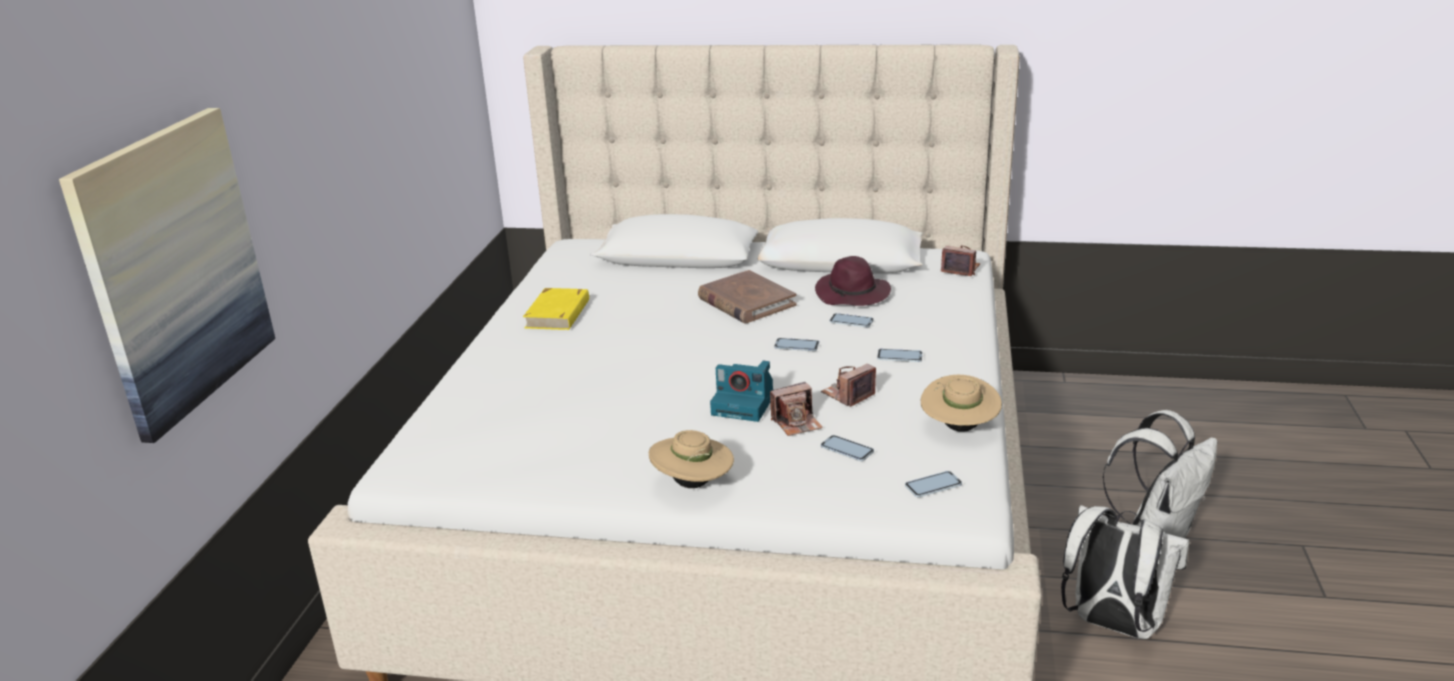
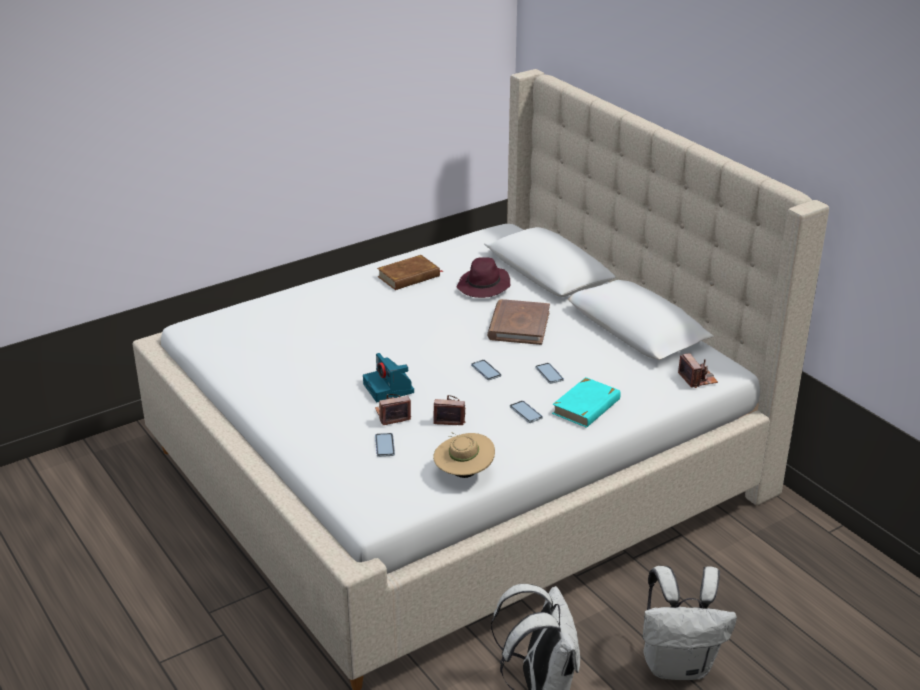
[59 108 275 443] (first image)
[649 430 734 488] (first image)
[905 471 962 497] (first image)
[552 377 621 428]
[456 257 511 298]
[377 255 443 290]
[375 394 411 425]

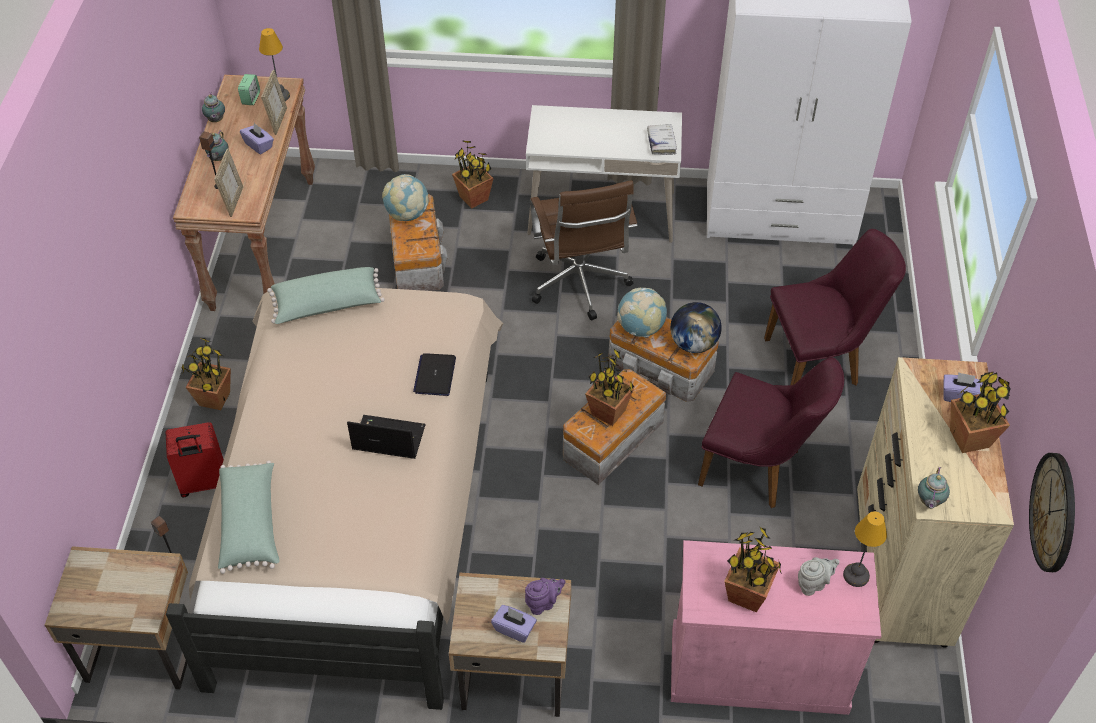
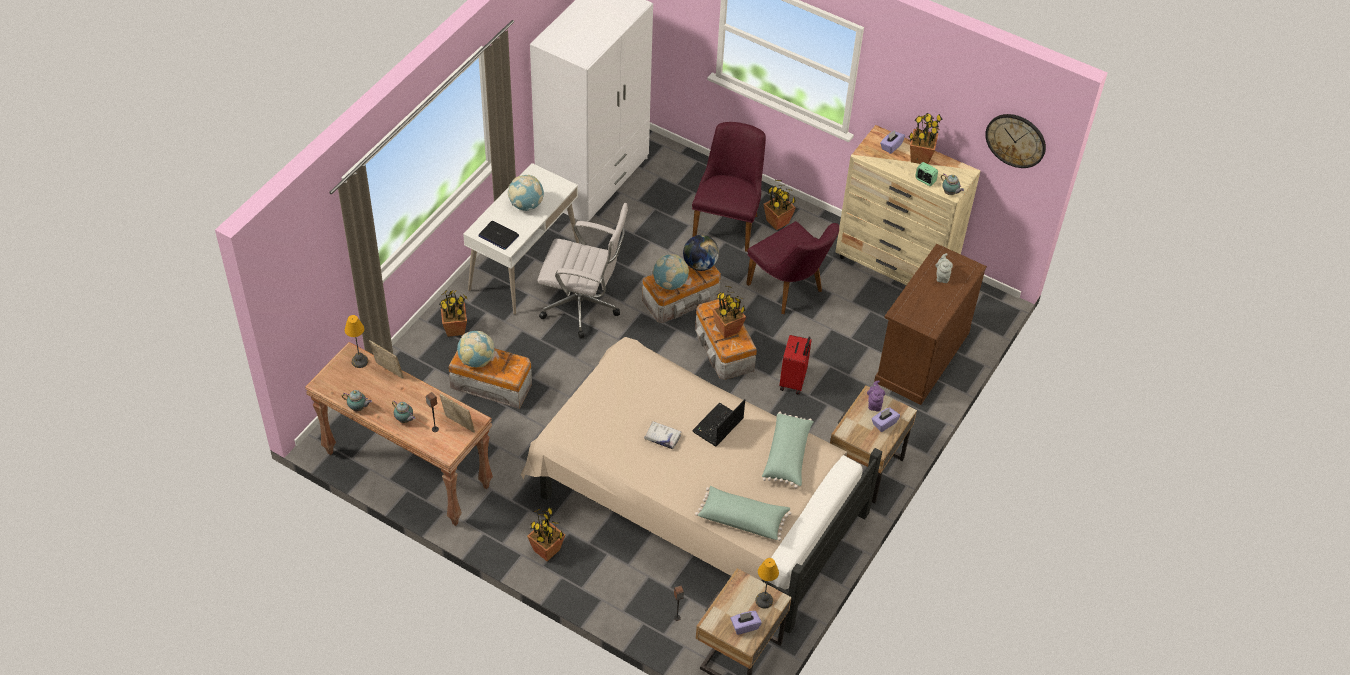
[508 175 544 211]
[780 335 812 394]
[915 162 938 186]
[730 611 762 635]
[762 412 814 488]
[479 221 519 250]
[644 421 682 449]
[763 180 796 230]
[755 558 779 608]
[538 203 628 338]
[874 244 987 405]
[746 221 839 314]

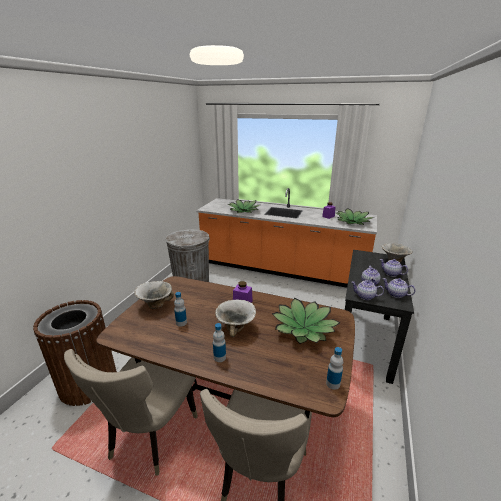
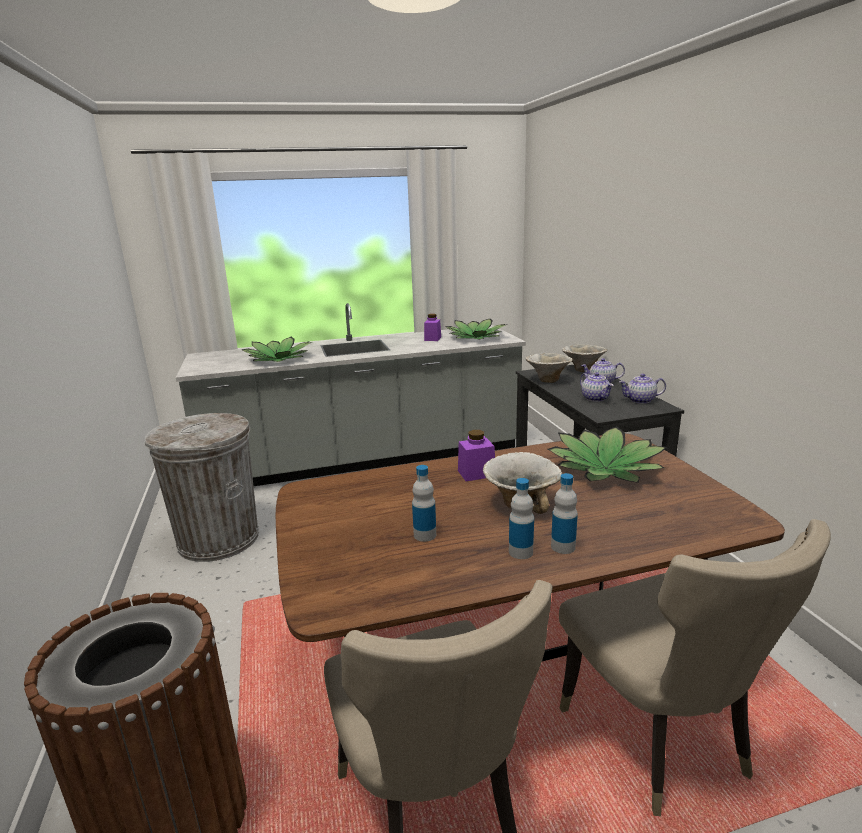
[351 280 384 300] (first image)
[526 353 572 383]
[509 478 534 559]
[176 303 526 486]

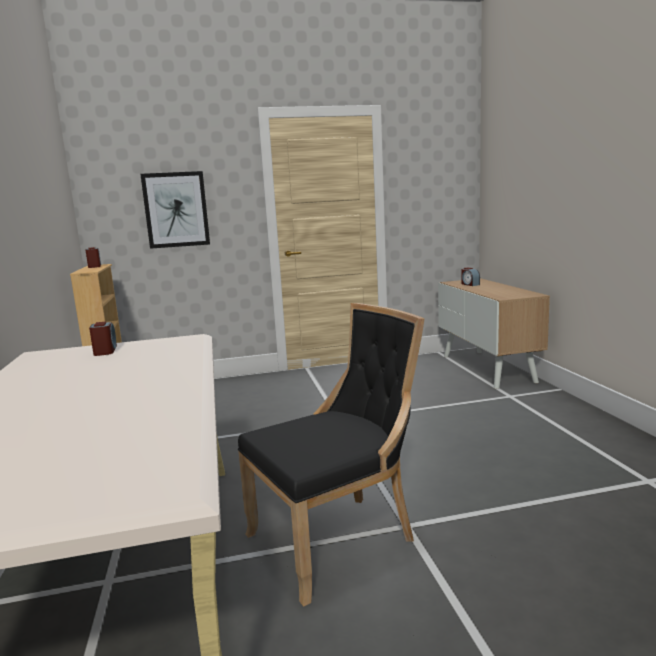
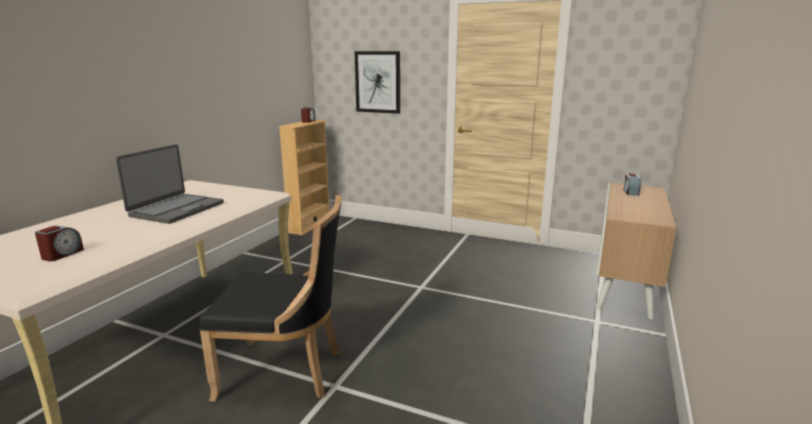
[116 144 224 224]
[35 226 84 261]

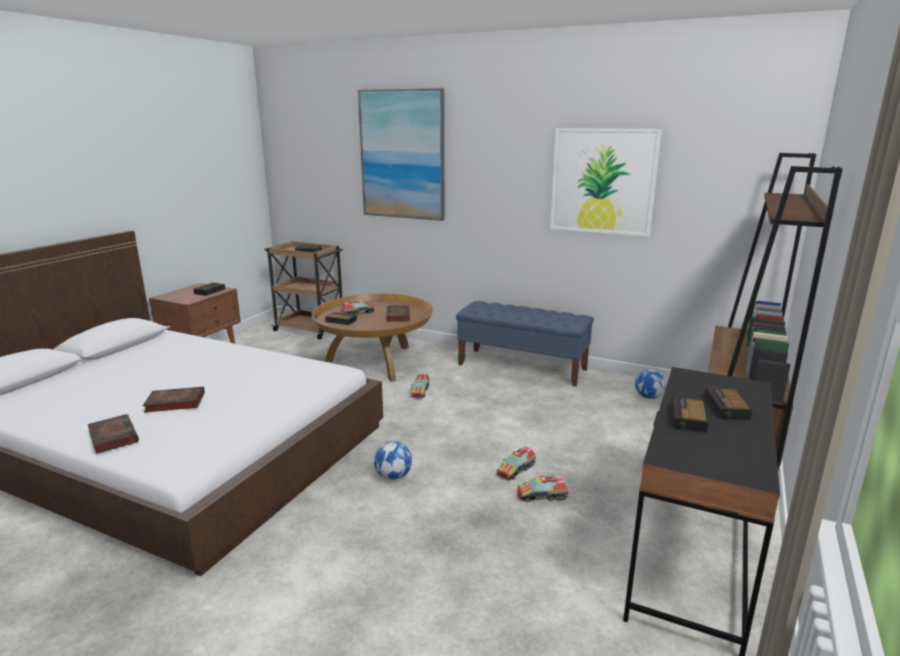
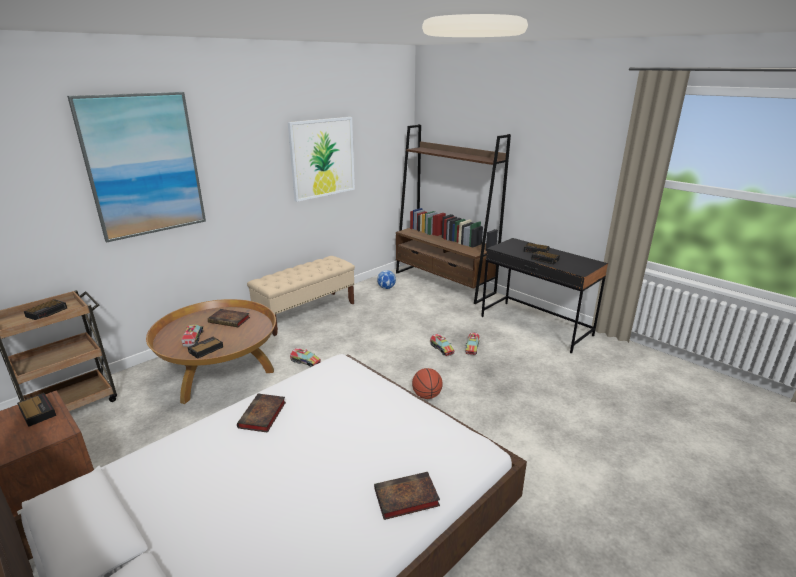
[237 394 286 433]
[412 368 443 399]
[247 256 355 336]

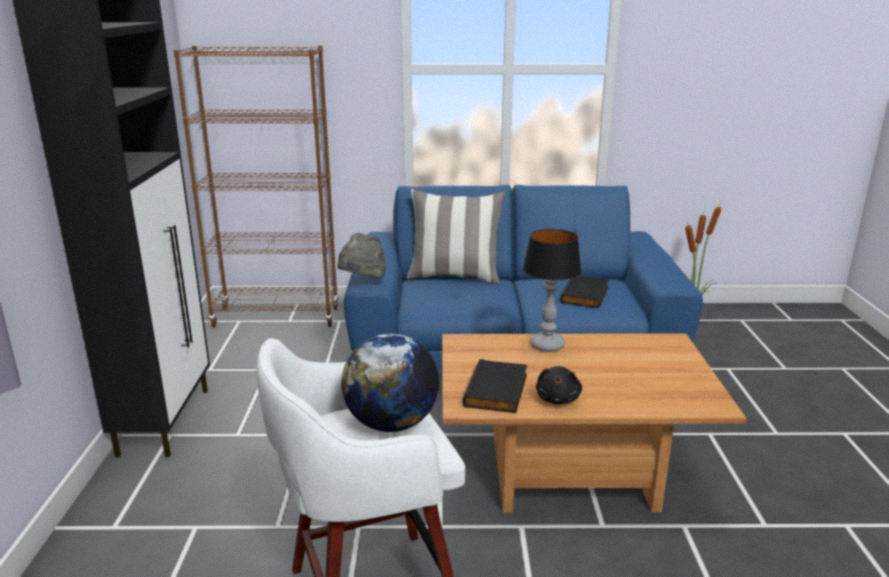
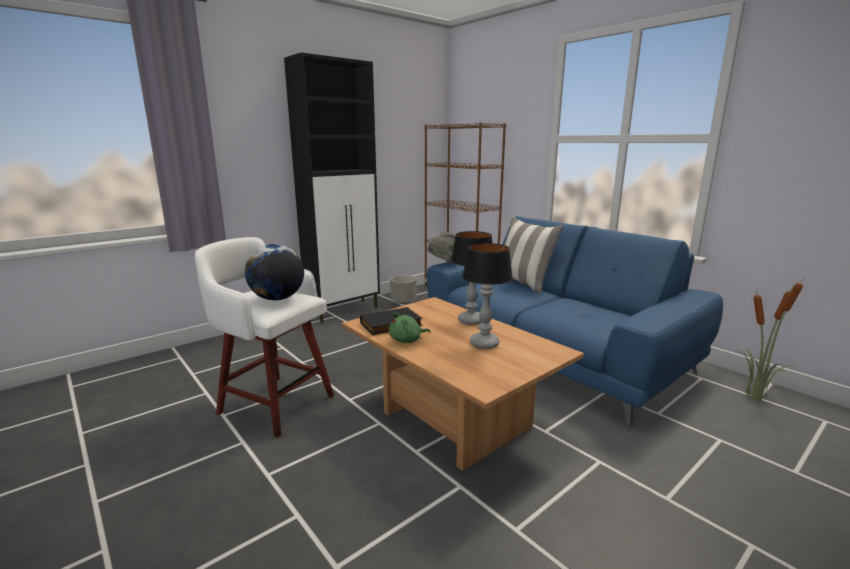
[560 276 609 308] (first image)
[390 275 416 304]
[462 243 513 349]
[389 312 431 343]

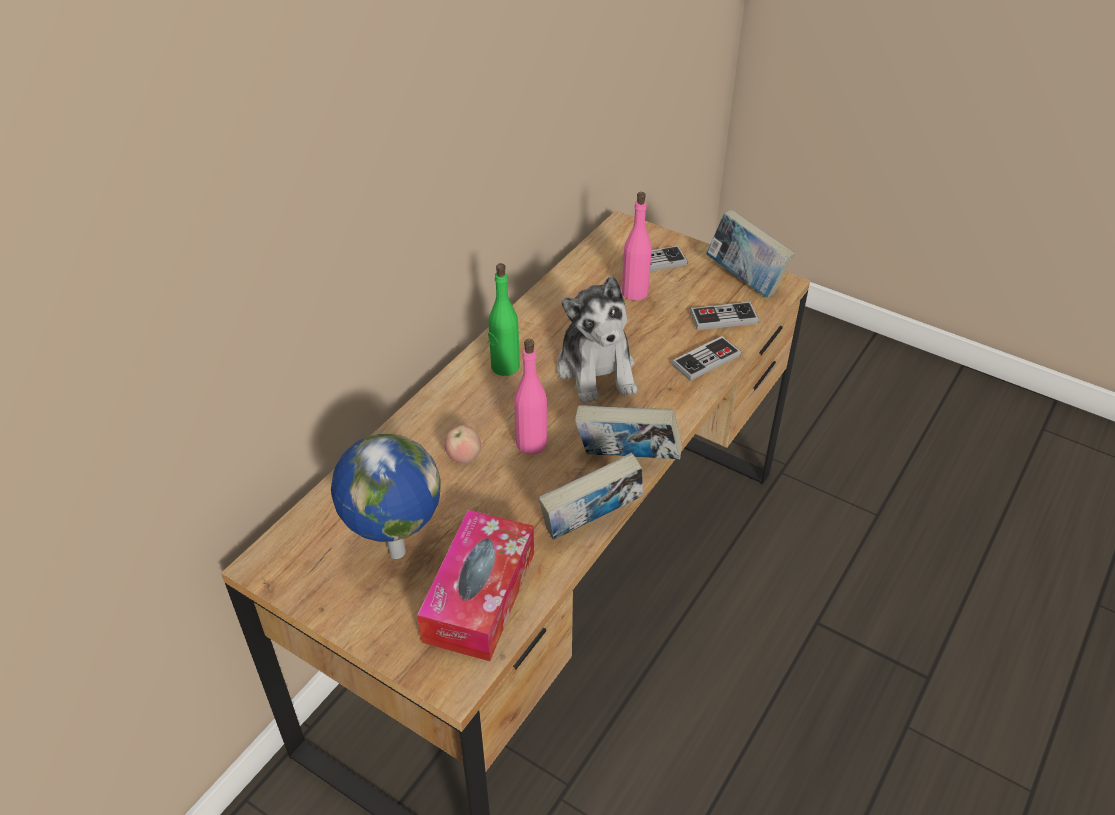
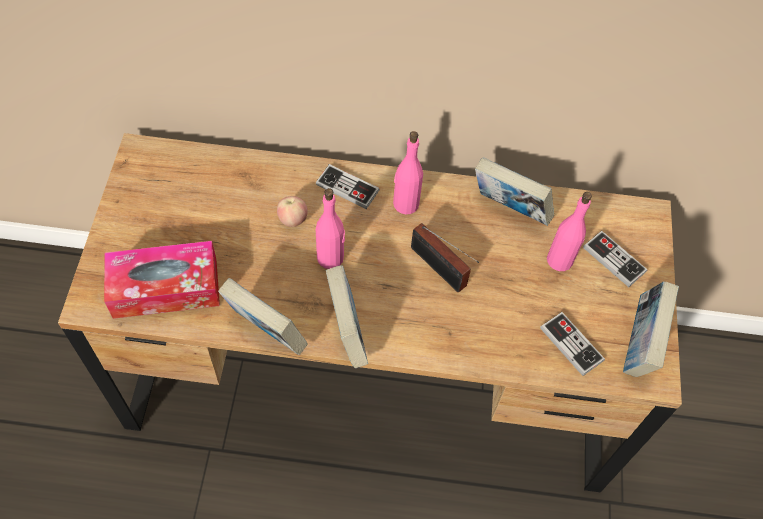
[331 433 441 559] (first image)
[475 157 554 226]
[316 164 380 209]
[411 223 479 293]
[393 131 423 215]

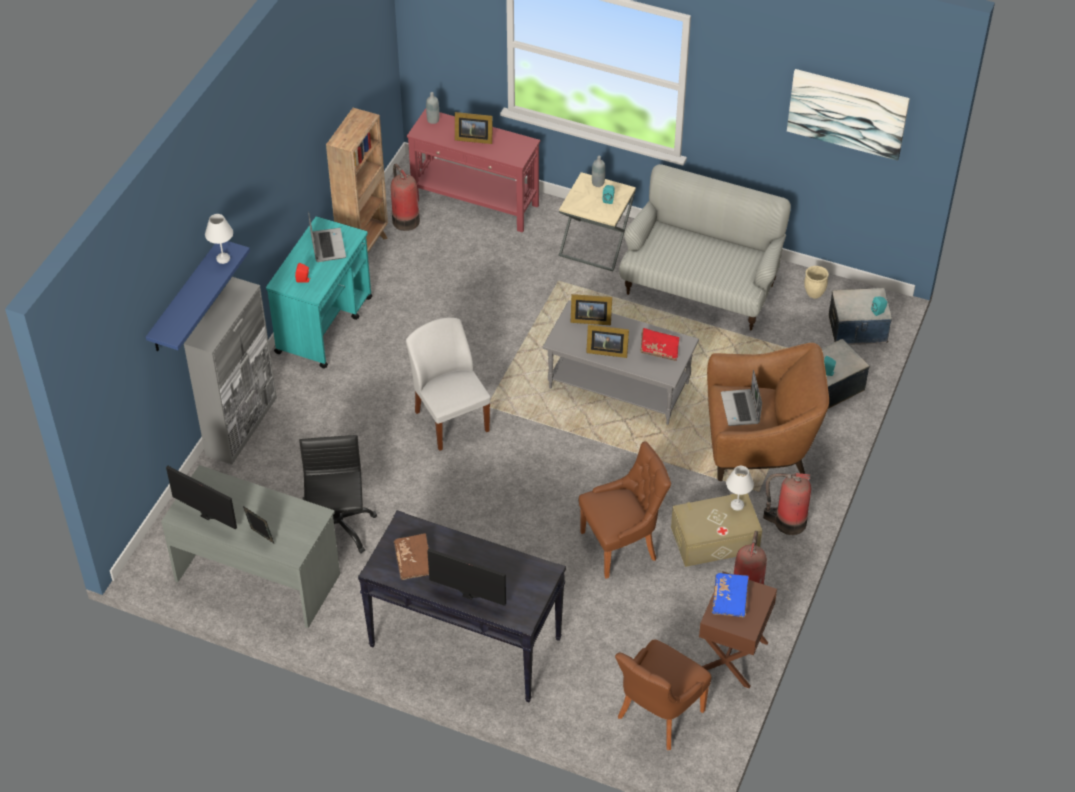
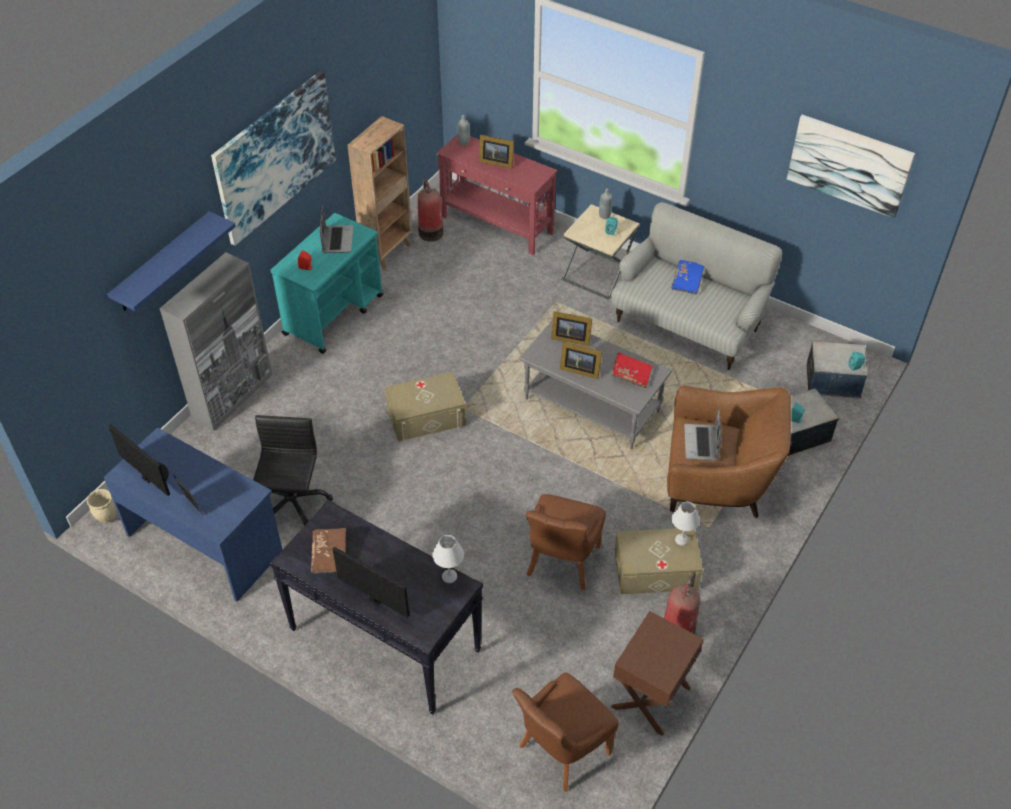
[763 473 811 535] (first image)
[211 71 336 246]
[432 535 464 583]
[671 260 704 295]
[87 489 116 523]
[385 372 466 442]
[104 427 283 602]
[526 494 606 591]

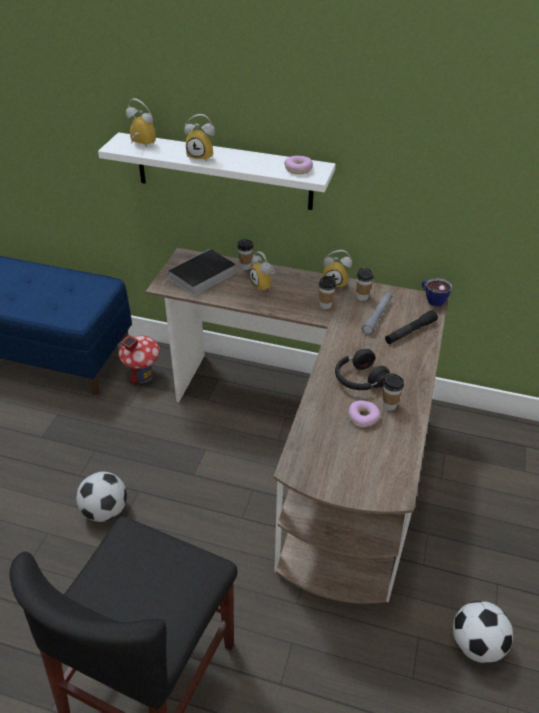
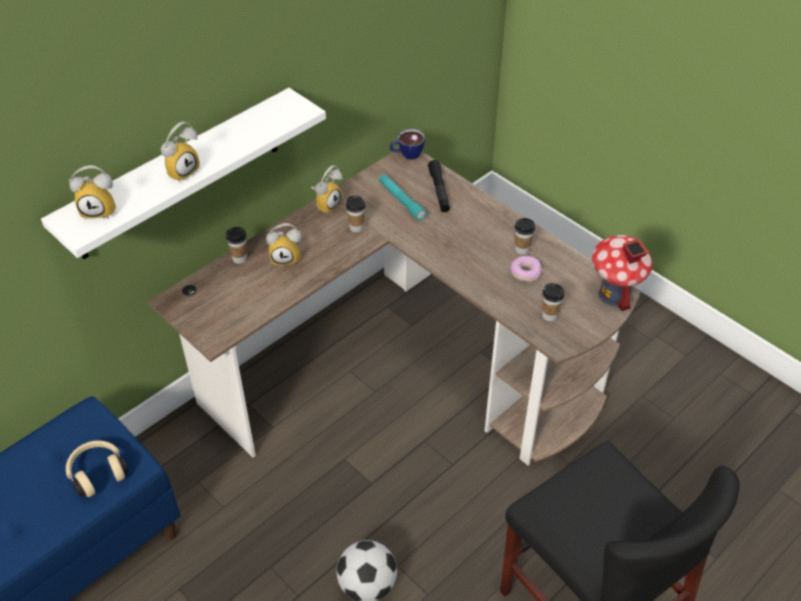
[163 249 236 296] (first image)
[284 156 313 174] (first image)
[335 349 390 390] (first image)
[453 601 513 663] (first image)
[66 440 128 497]
[592 235 653 311]
[542 283 564 321]
[379 174 427 221]
[69 165 116 220]

